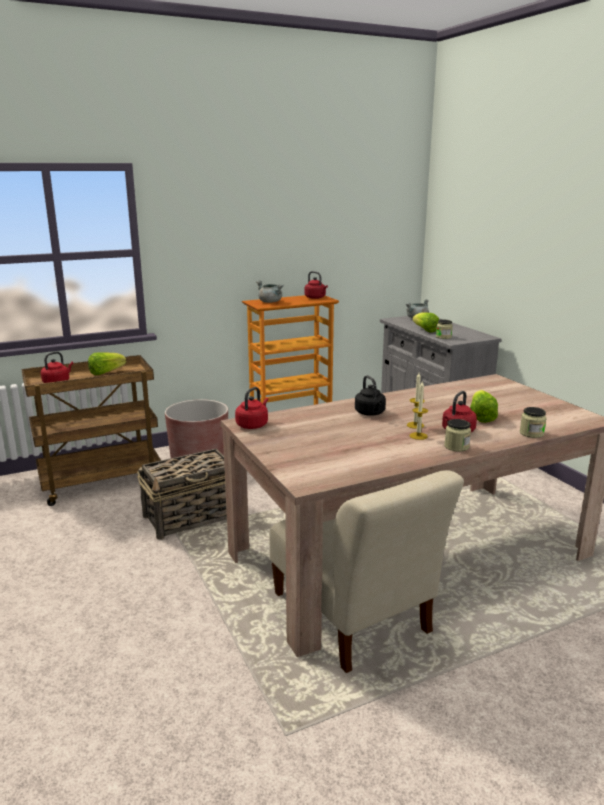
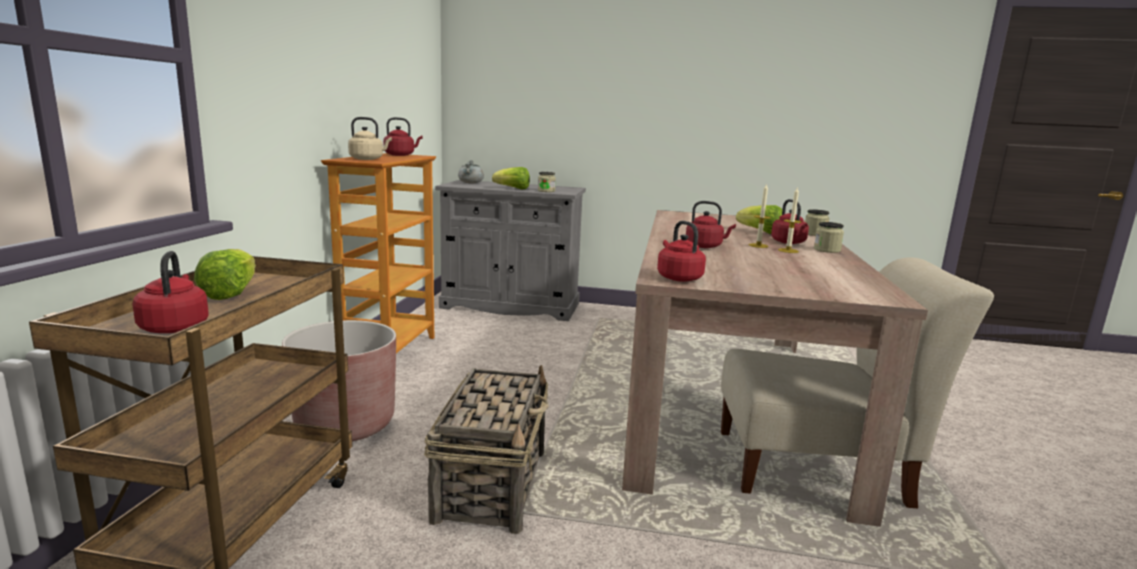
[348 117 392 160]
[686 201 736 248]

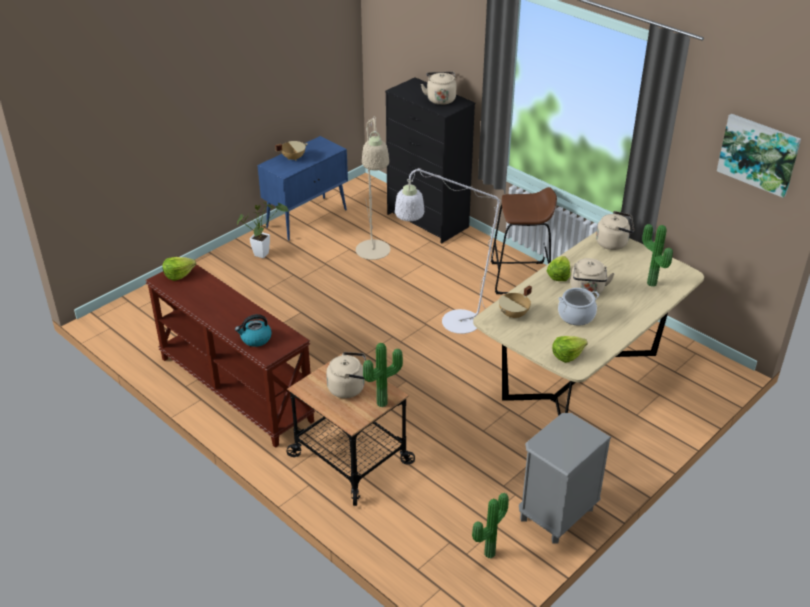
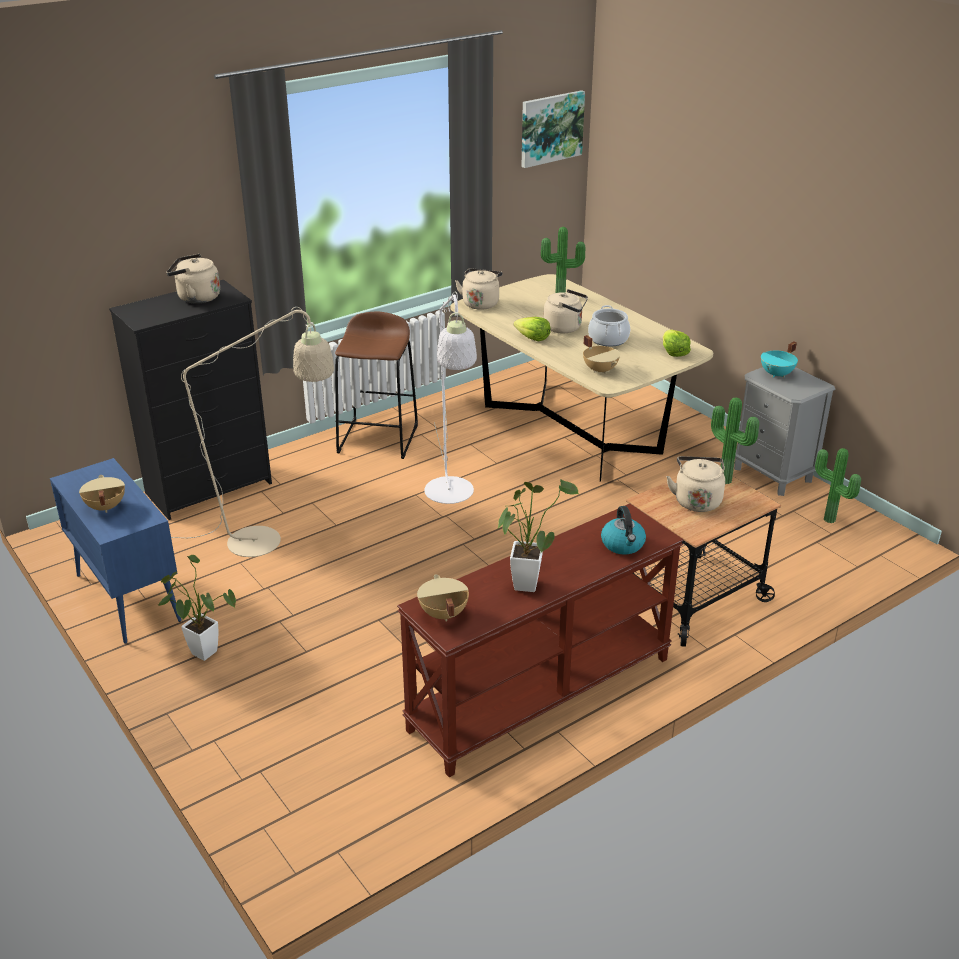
[497 479 579 592]
[761 341 798 378]
[417 574 469 621]

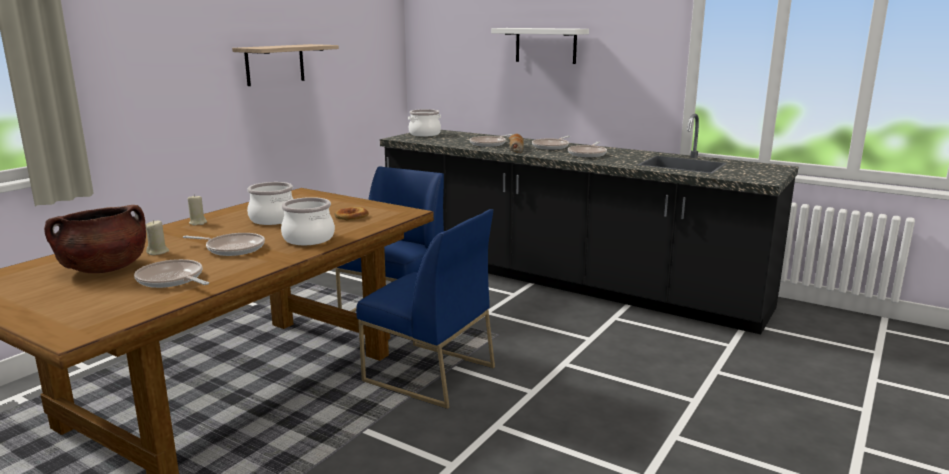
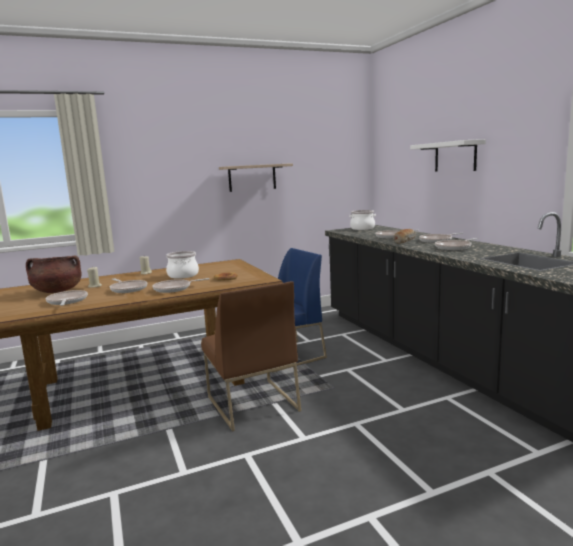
[153 278 210 293]
[201 281 301 431]

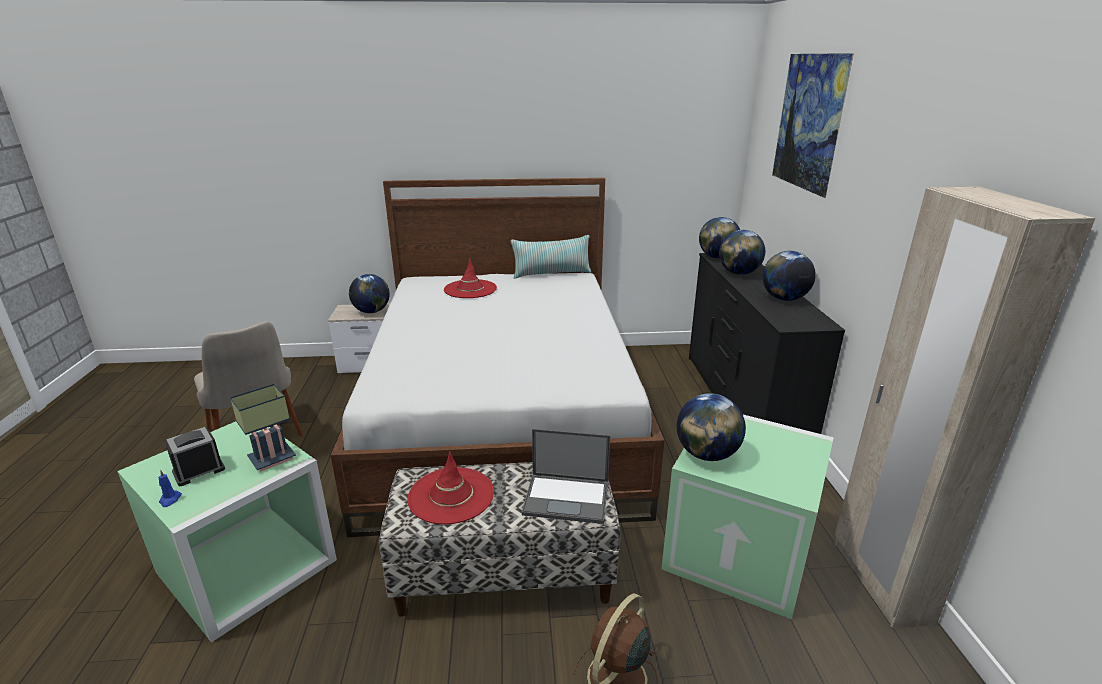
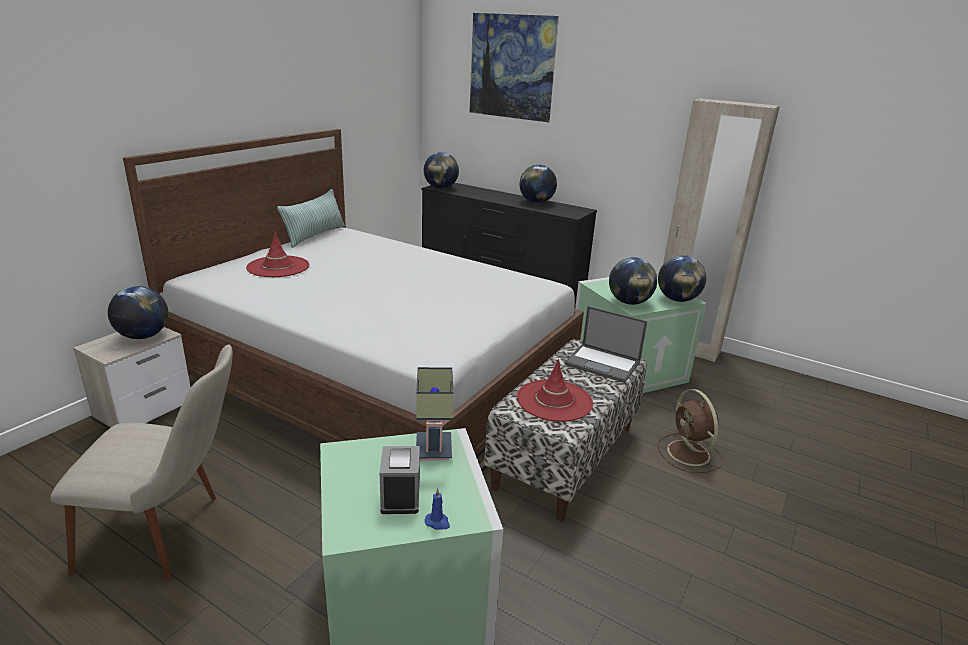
[658 255 706 302]
[564 306 647 383]

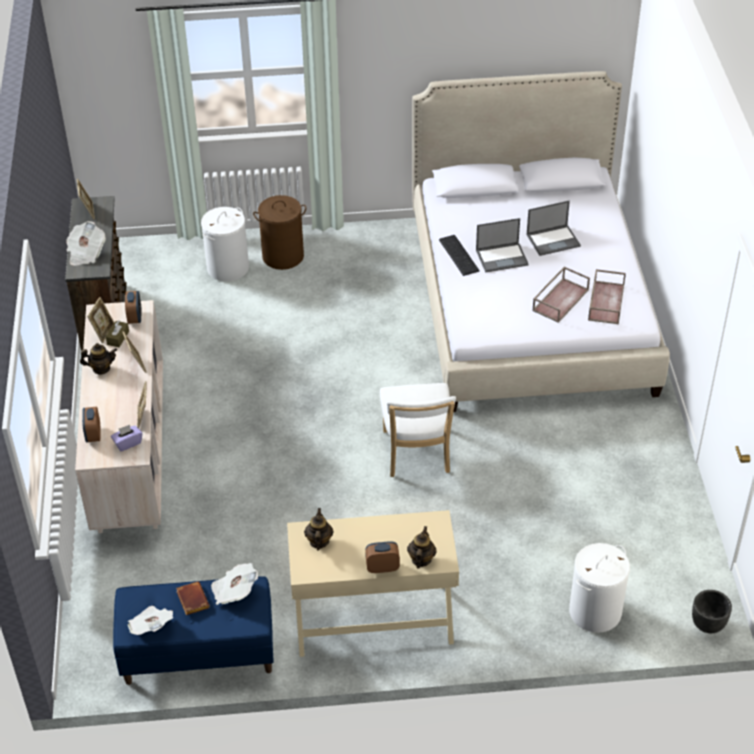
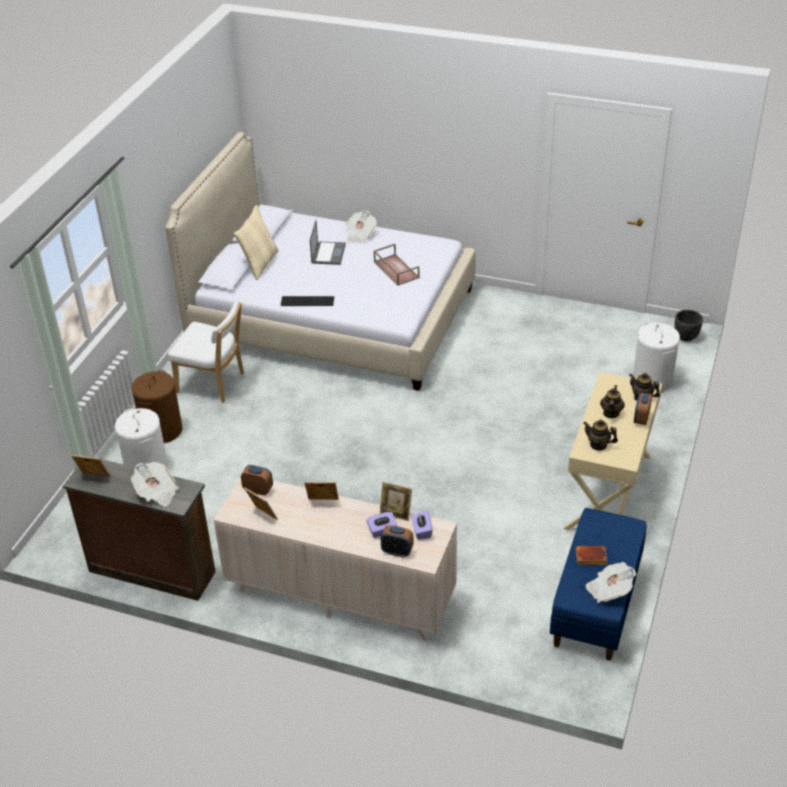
[106 321 129 347] (first image)
[476 218 529 273] (first image)
[588 269 626 325] (first image)
[234 205 278 280]
[366 512 397 538]
[600 385 625 418]
[346 210 377 243]
[168 299 244 403]

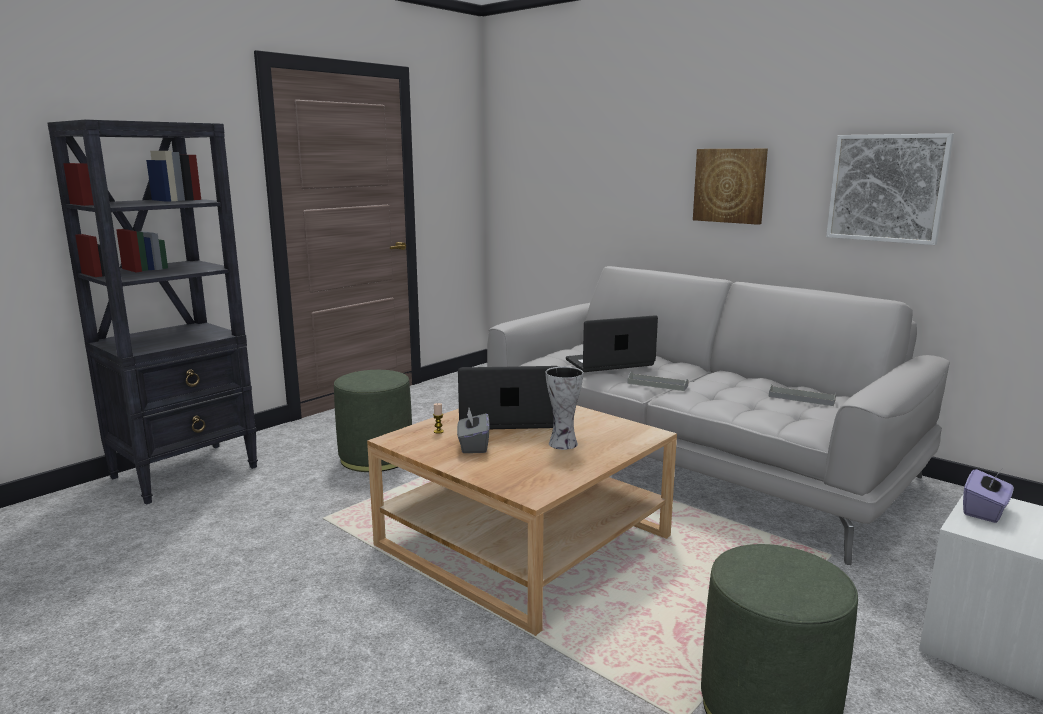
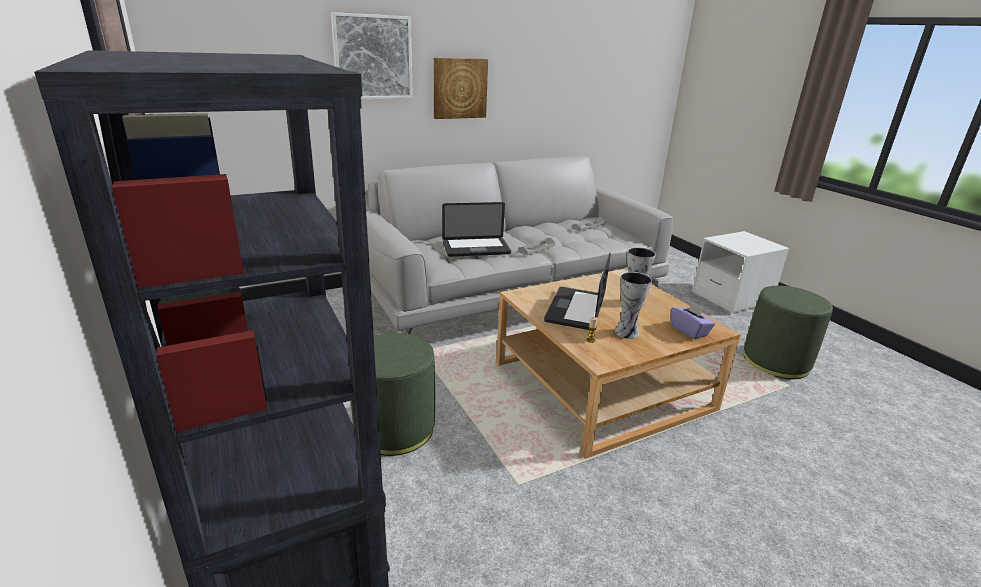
[331 12 413 99]
[671 301 715 339]
[615 272 652 339]
[442 202 511 257]

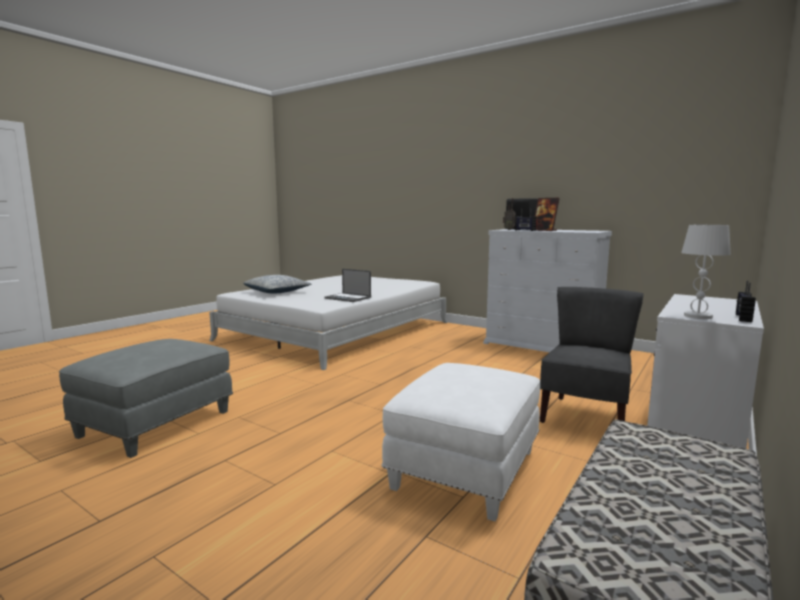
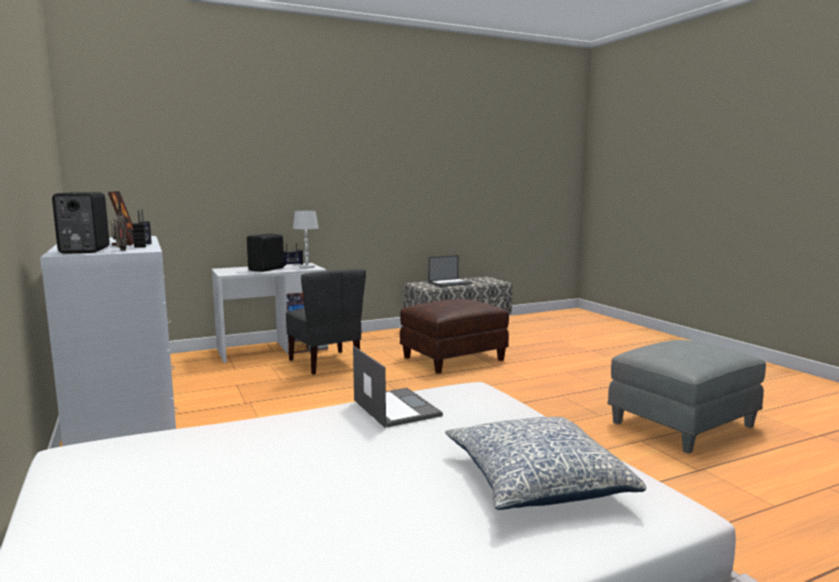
[247 234 284 272]
[428 255 472 287]
[400 299 509 374]
[286 269 366 375]

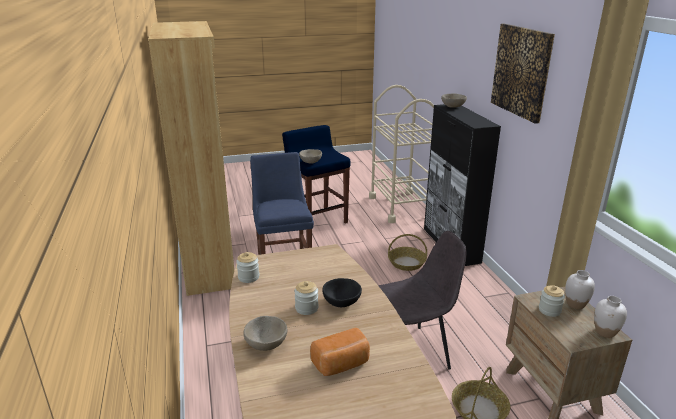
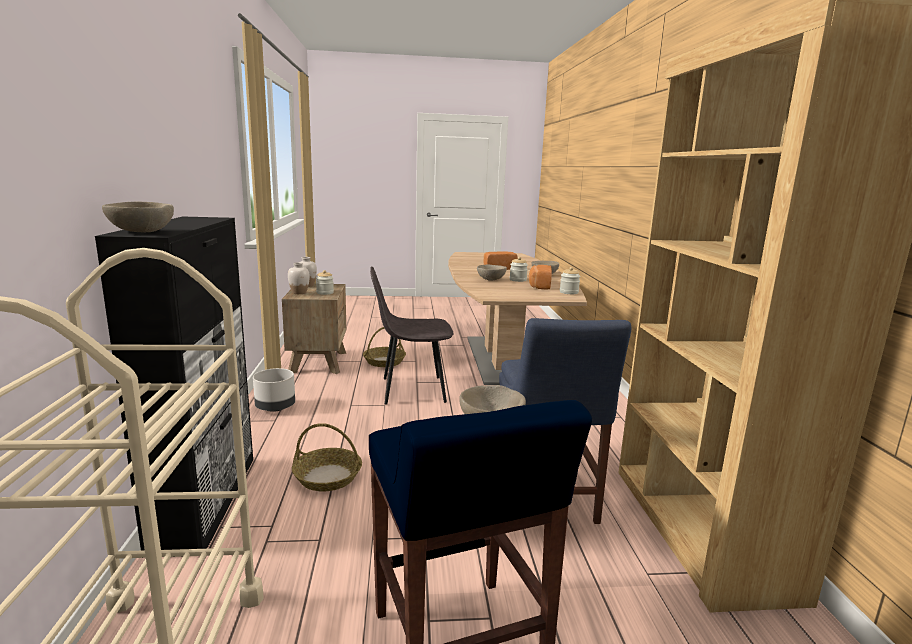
[491 24 555 124] (first image)
[253 368 295 412]
[529 265 552 289]
[477 265 507 281]

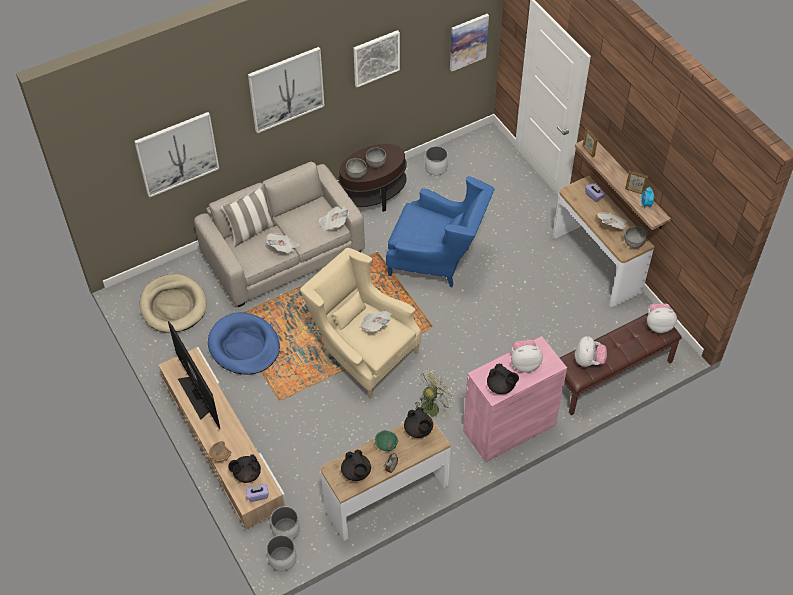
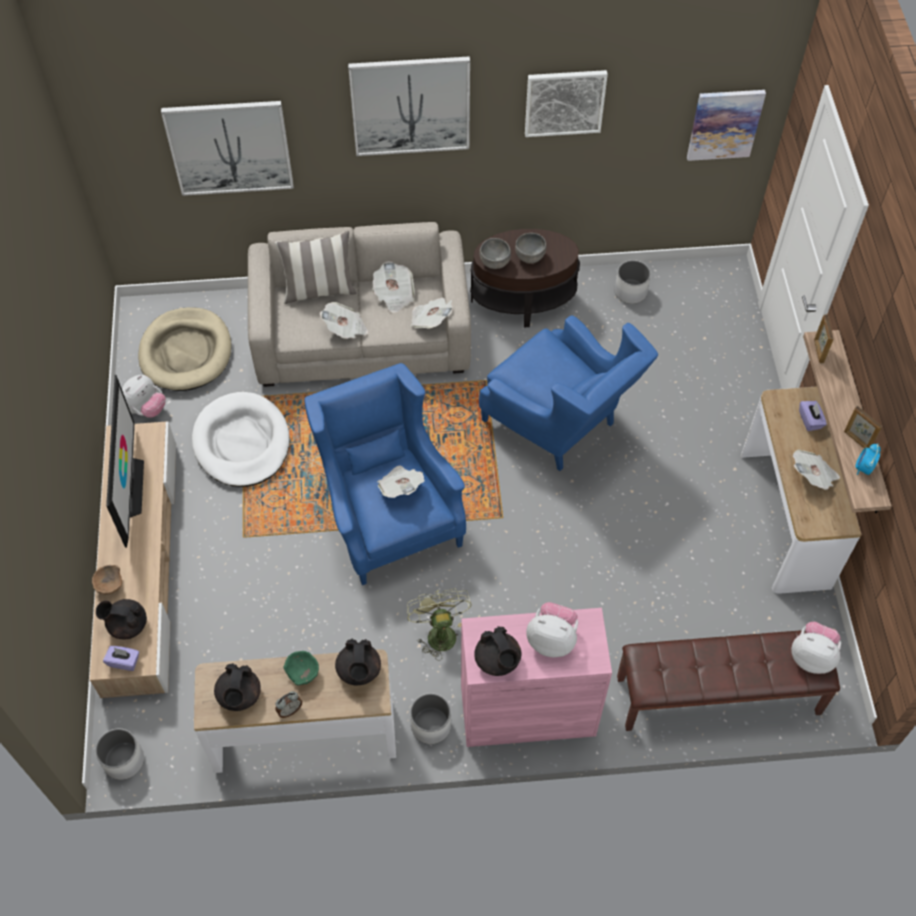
[624 226 647 248] (first image)
[372 261 415 313]
[410 693 451 744]
[122 375 166 418]
[192 392 290 487]
[304 363 466 585]
[407 588 472 661]

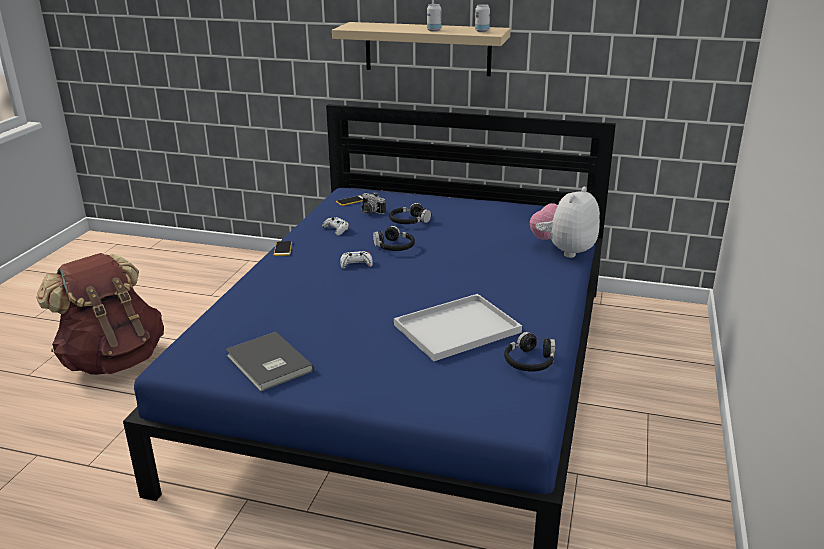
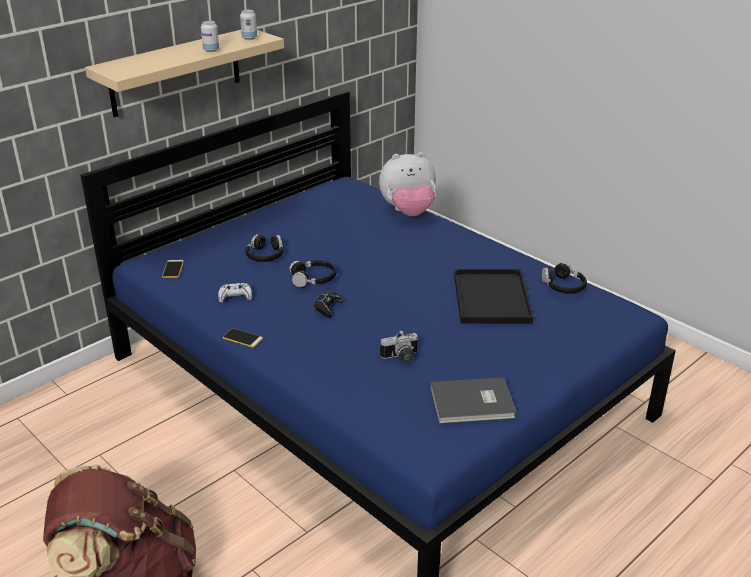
[380 331 418 363]
[314 291 343 317]
[454 269 533 324]
[379 152 436 216]

